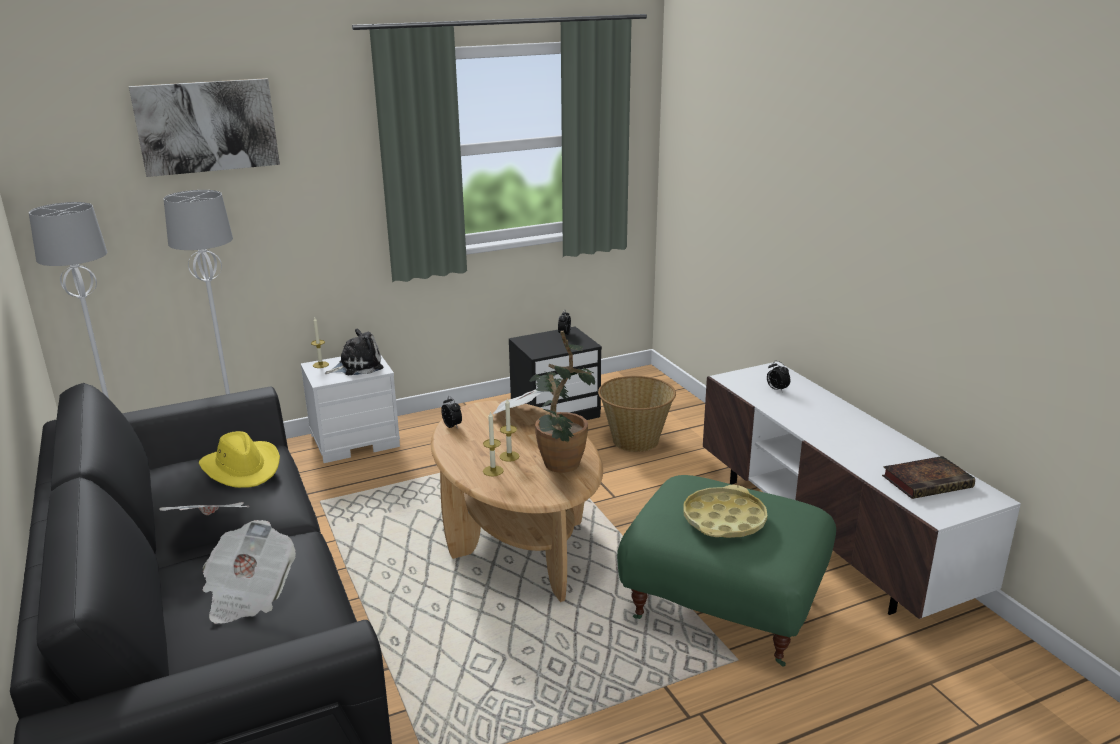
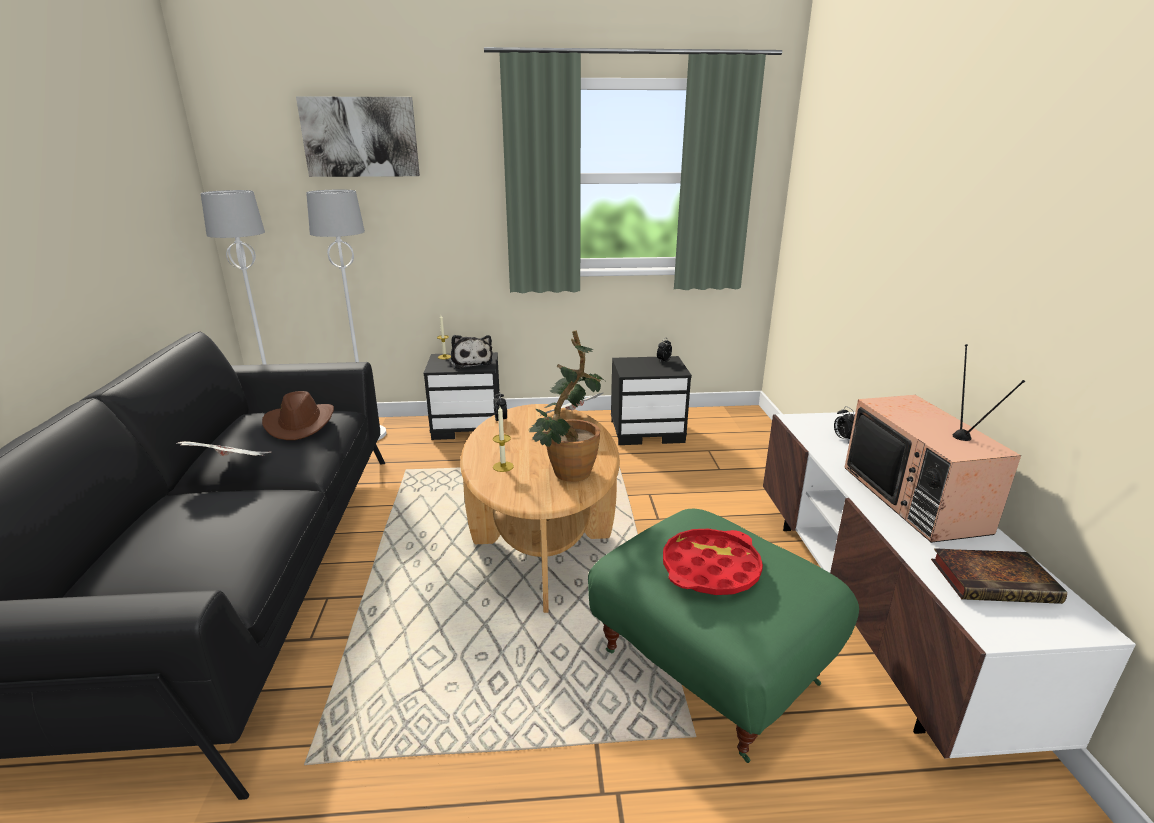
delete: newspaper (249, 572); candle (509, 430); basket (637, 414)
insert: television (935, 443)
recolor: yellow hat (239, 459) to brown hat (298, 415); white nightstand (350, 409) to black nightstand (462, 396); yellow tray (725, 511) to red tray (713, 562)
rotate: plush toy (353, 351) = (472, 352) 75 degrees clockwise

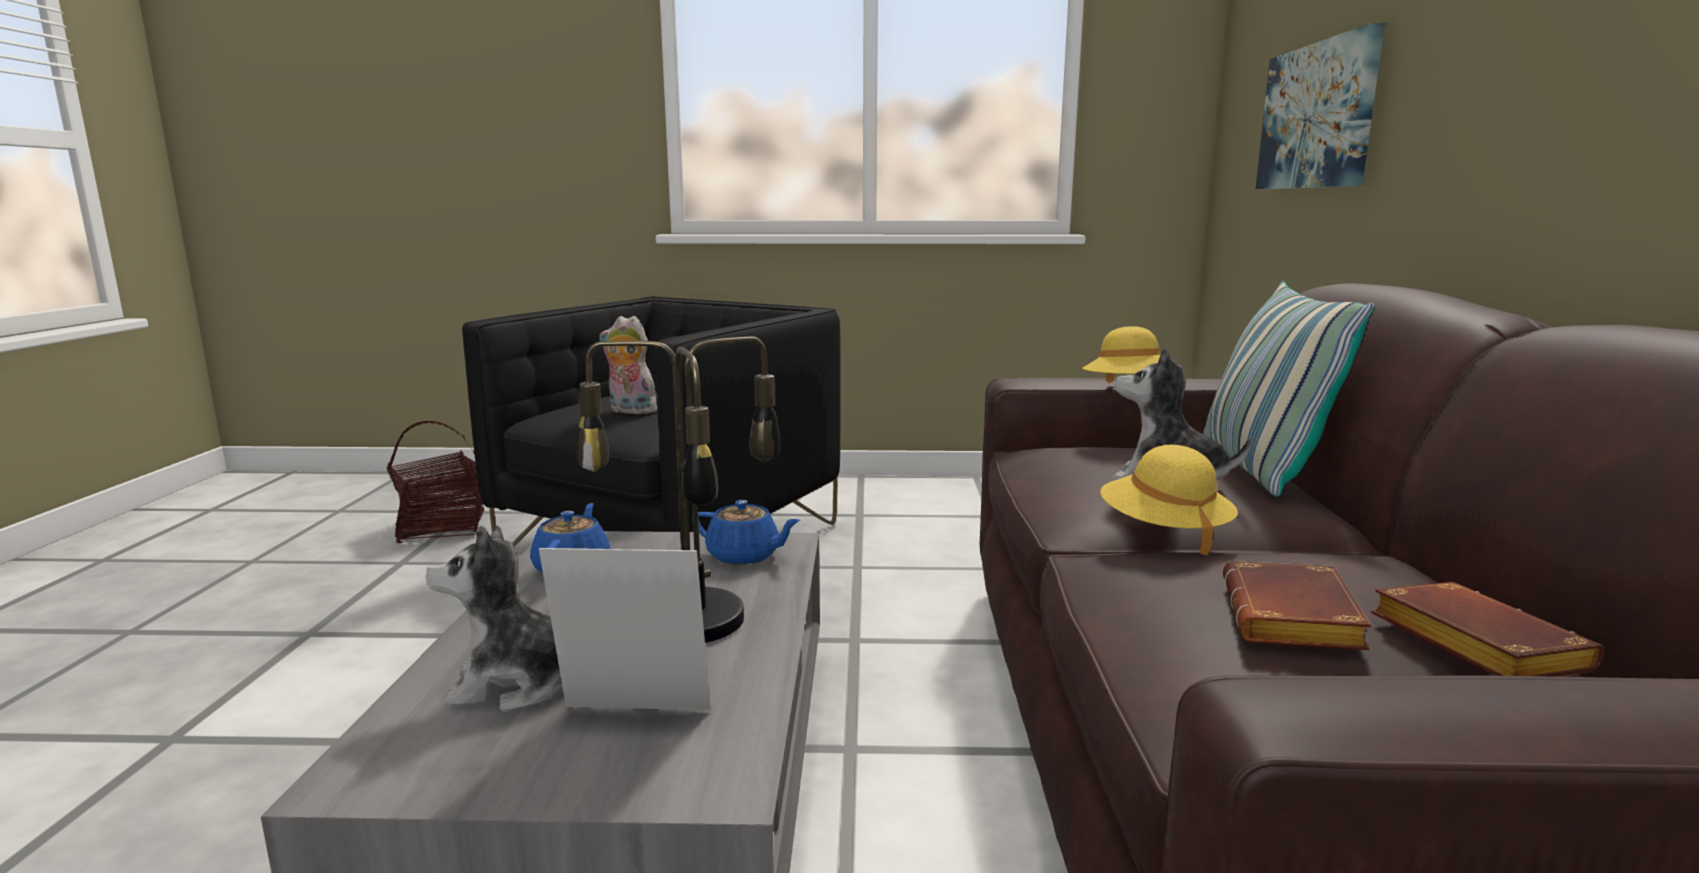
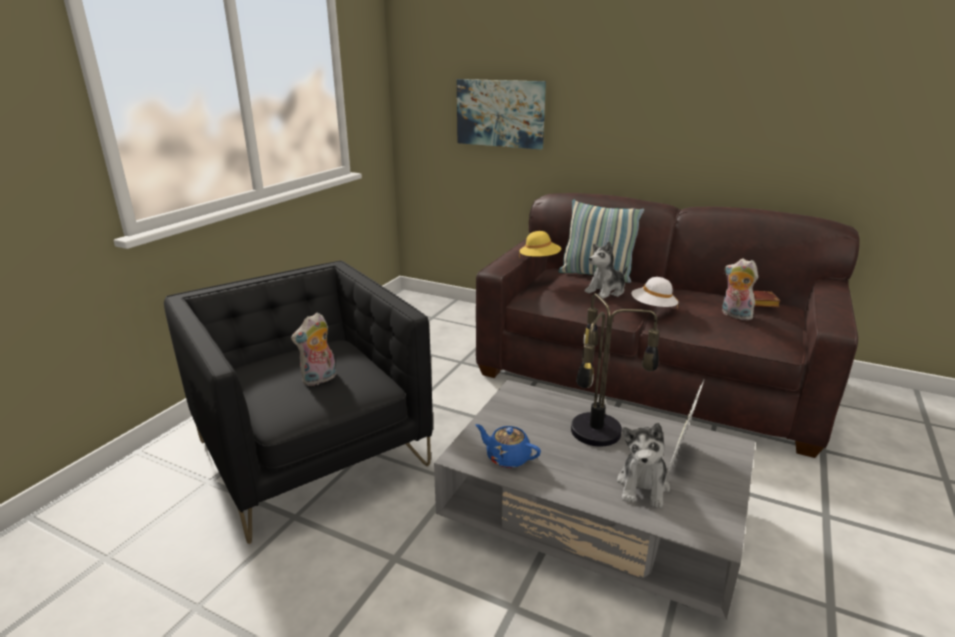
delete: basket (435, 482); blue teapot (746, 532)
replace: brown book (1297, 605) to plush toy (740, 289)
recolor: yellow hat (1169, 500) to white hat (654, 292)

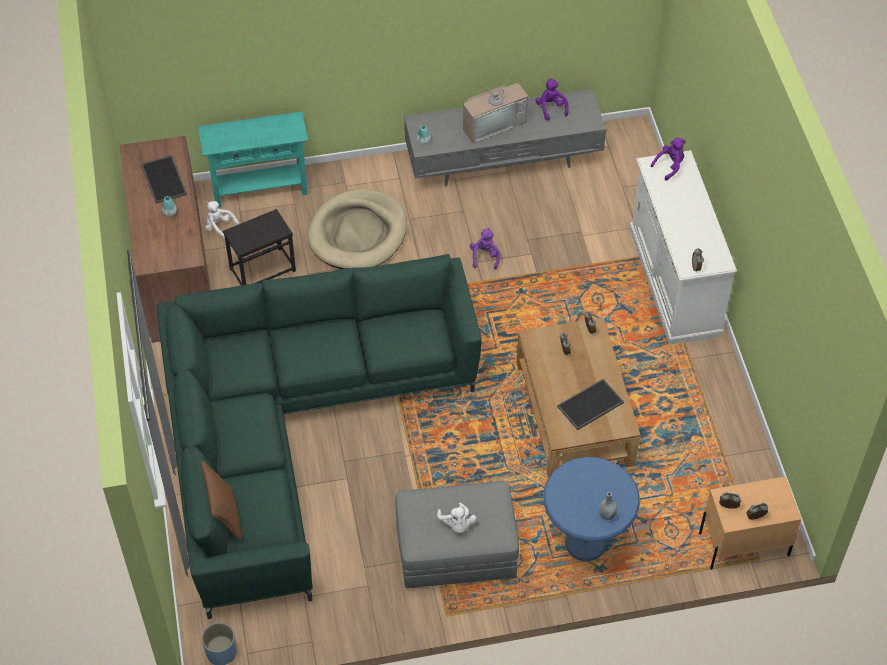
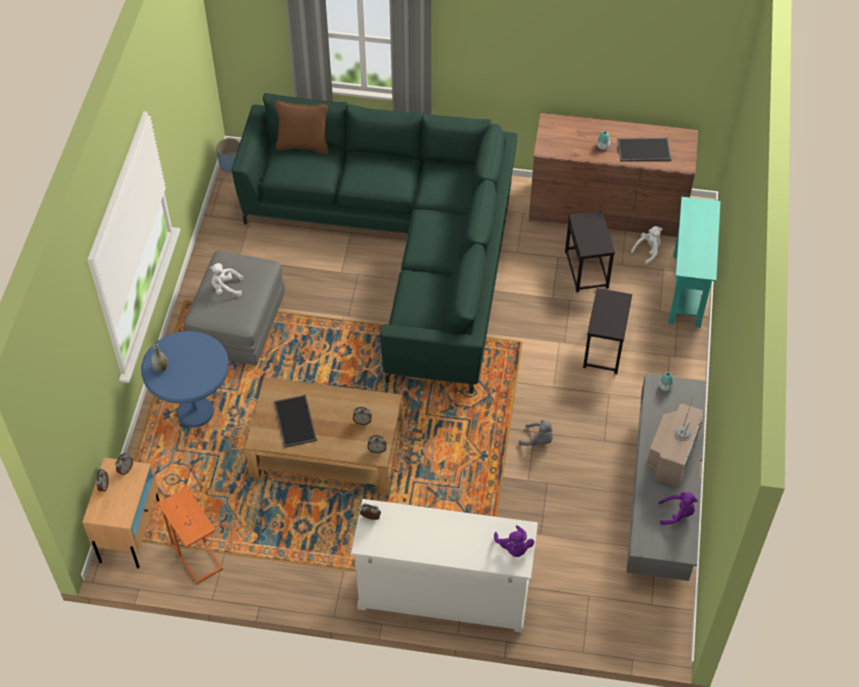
insert: orange side table (190, 535)
replace: beige dog bed (357, 229) to black side table (607, 331)
recolor: purple plush toy (485, 249) to grey plush toy (536, 433)
rotate: television (496, 107) = (675, 442) 150 degrees counterclockwise

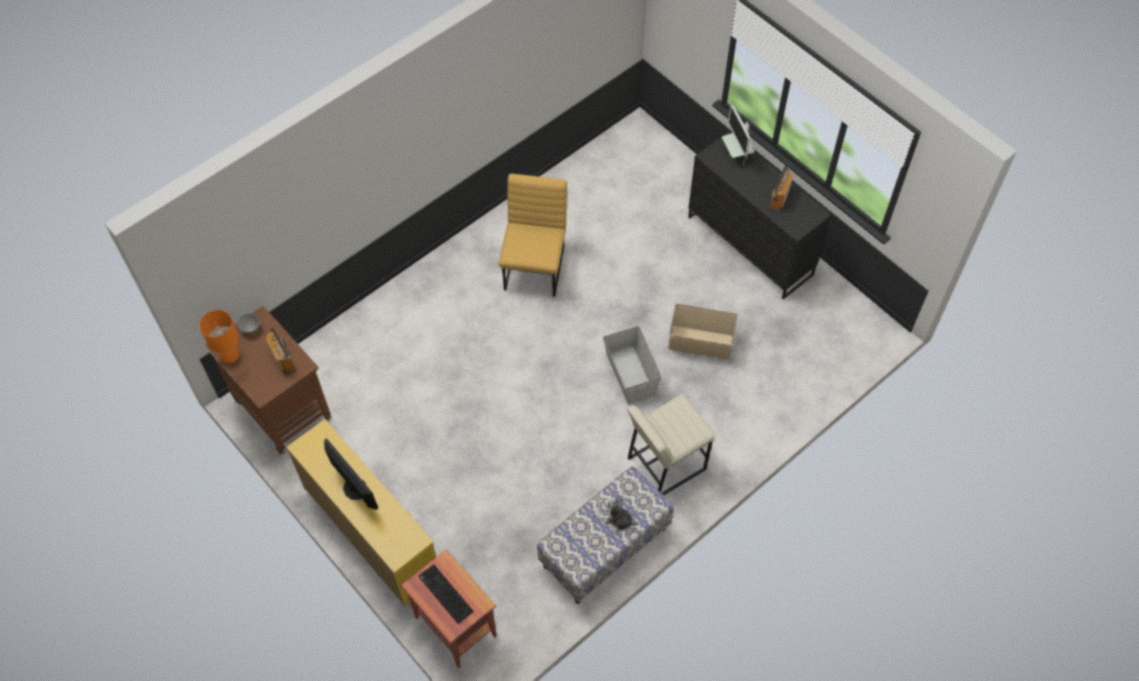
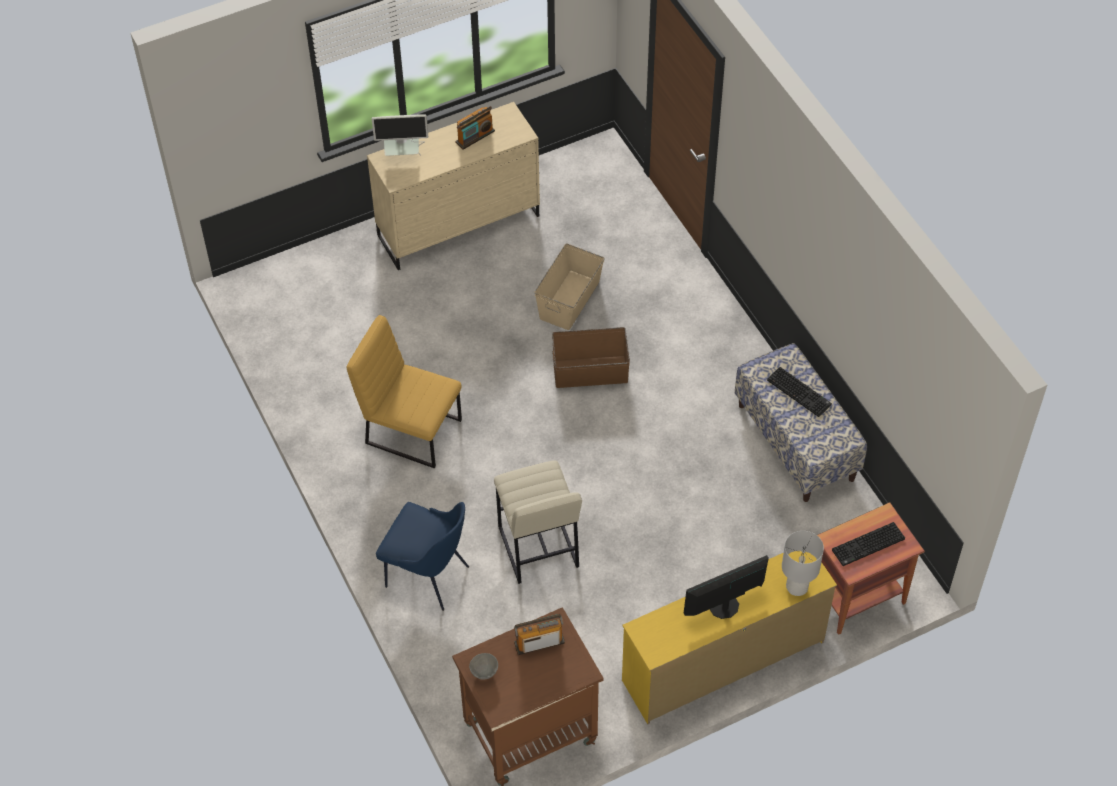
delete: orange table lamp (219, 336)
insert: blue chair (422, 556); grey table lamp (803, 563)
move: beige chair (671, 444) to (538, 522)
replace: plush toy (619, 513) to keyboard (799, 392)
recolor: black dresser (760, 215) to beige dresser (453, 186); grey storage box (632, 365) to brown storage box (591, 357)
rotate: radio (781, 189) = (475, 128) 75 degrees counterclockwise

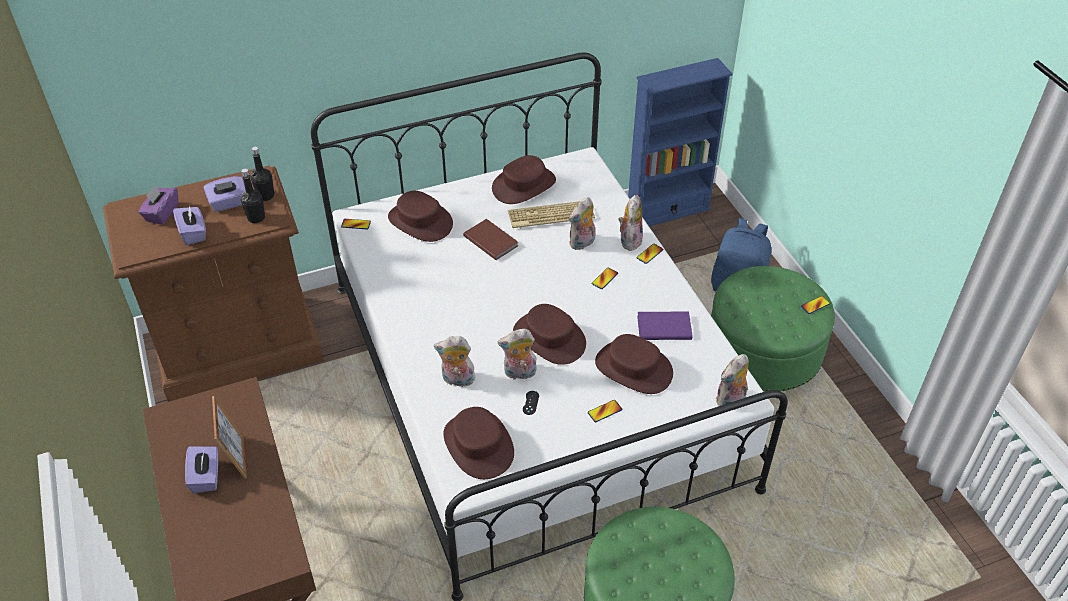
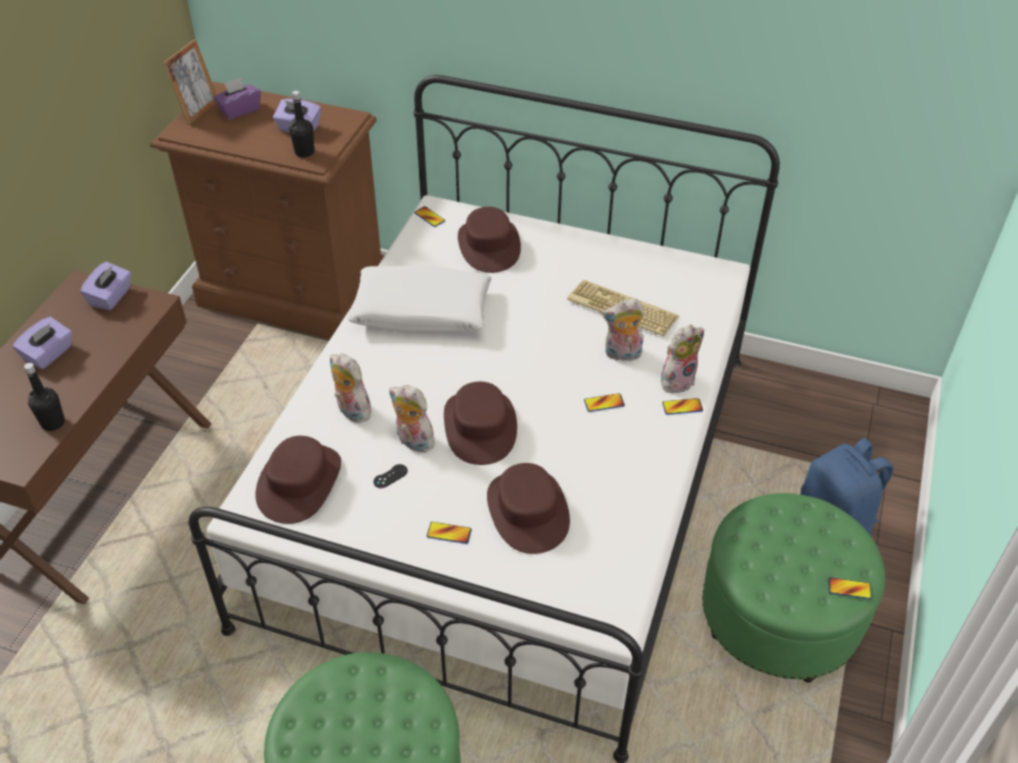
delete: brown book (490, 239); brown hat (524, 179); blue bookcase (680, 142); purple book (664, 326); plush toy (732, 380)
insert: white pillow (419, 298)
move: black bottle (263, 174) to (44, 397); purple tissue box (189, 225) to (105, 286); picture frame (229, 437) to (190, 82)

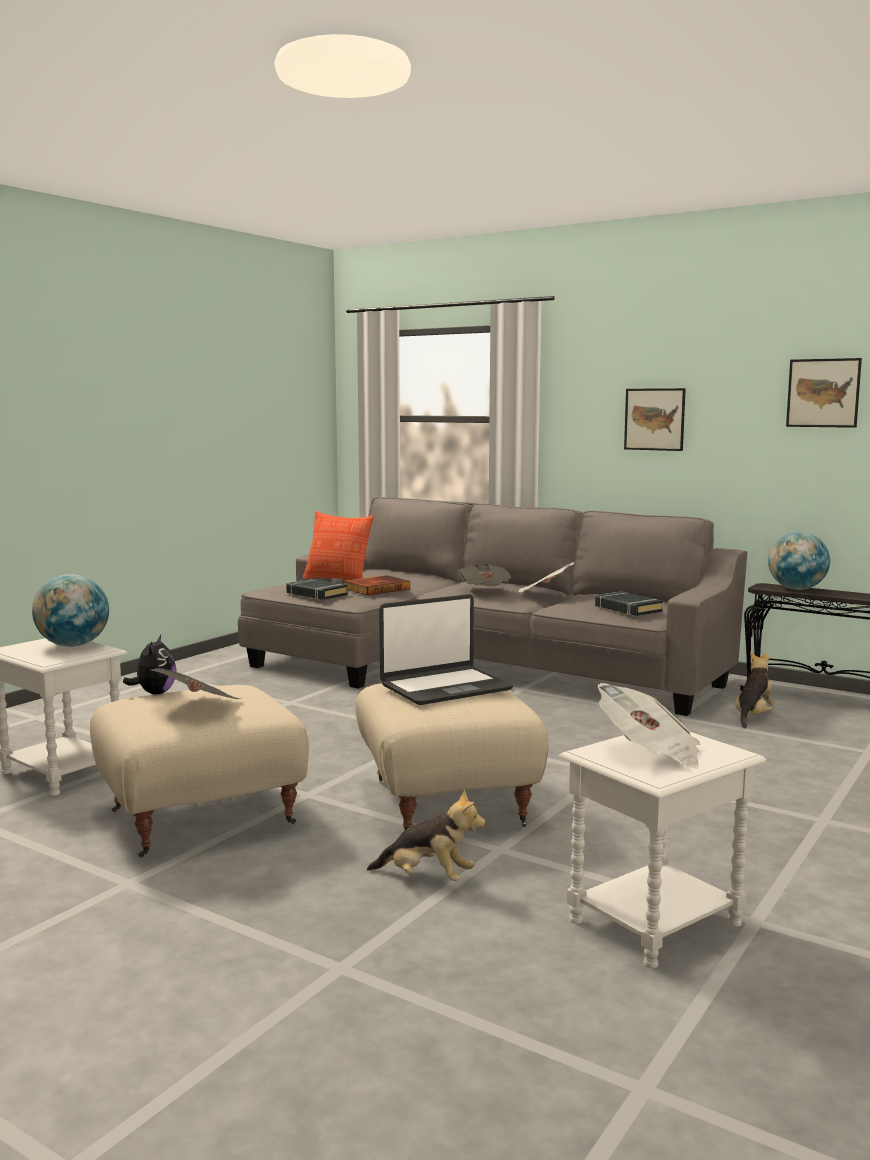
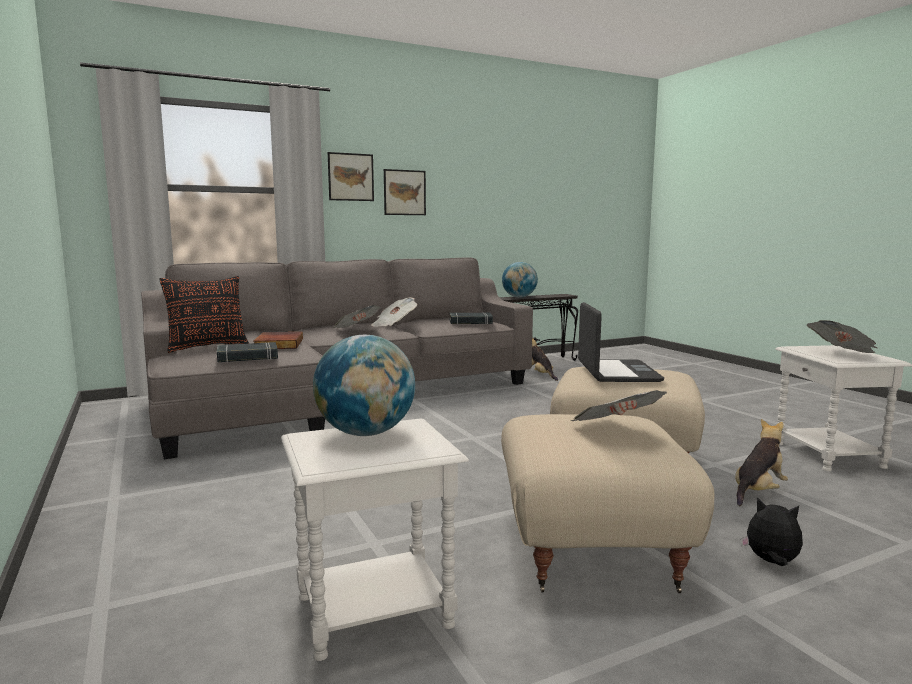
move: picture (824, 393) to (351, 176); plush toy (149, 664) to (772, 531)
recolor: orange pillow (338, 545) to black pillow (204, 314)

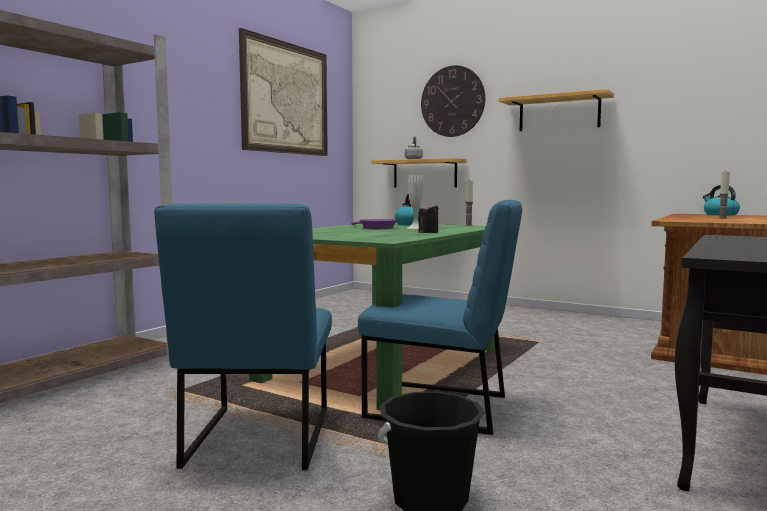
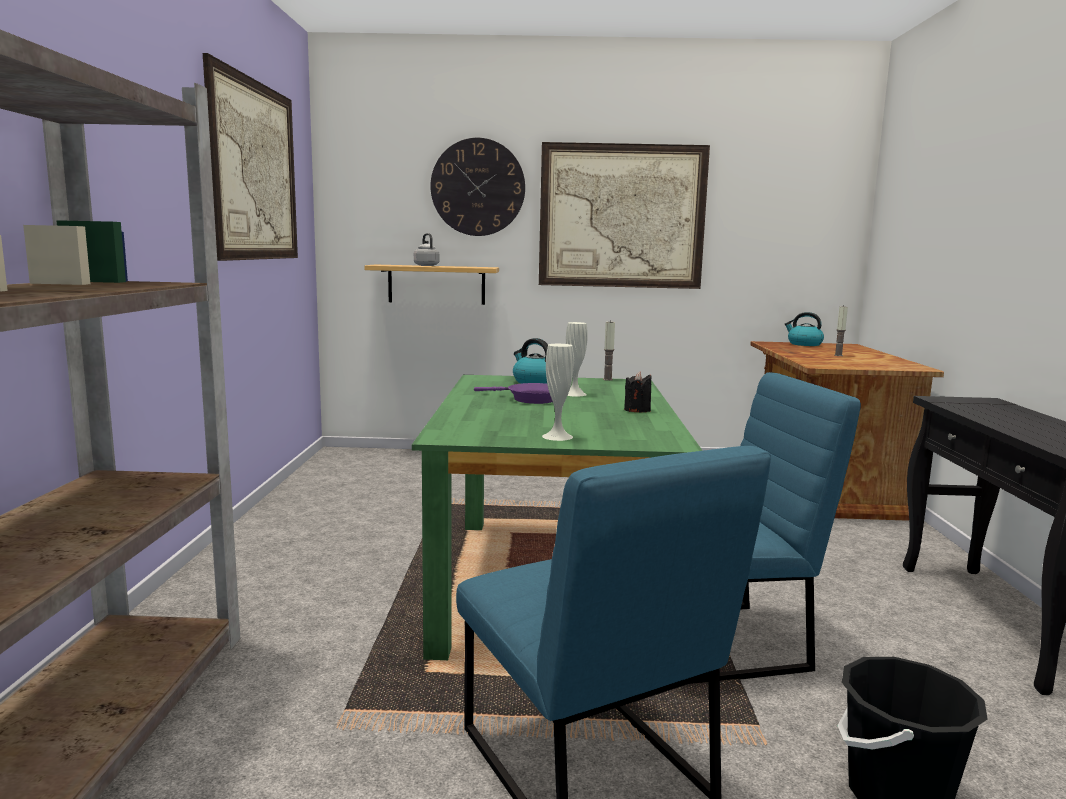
insert: white vase (558, 392)
replace: shelf (556, 110) to picture (624, 215)

